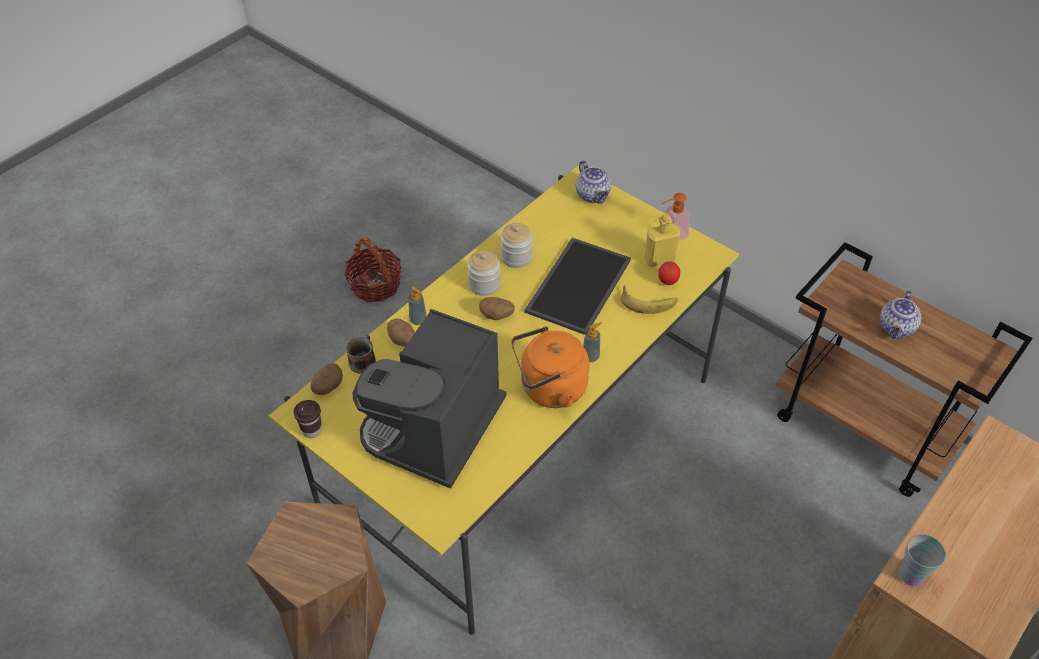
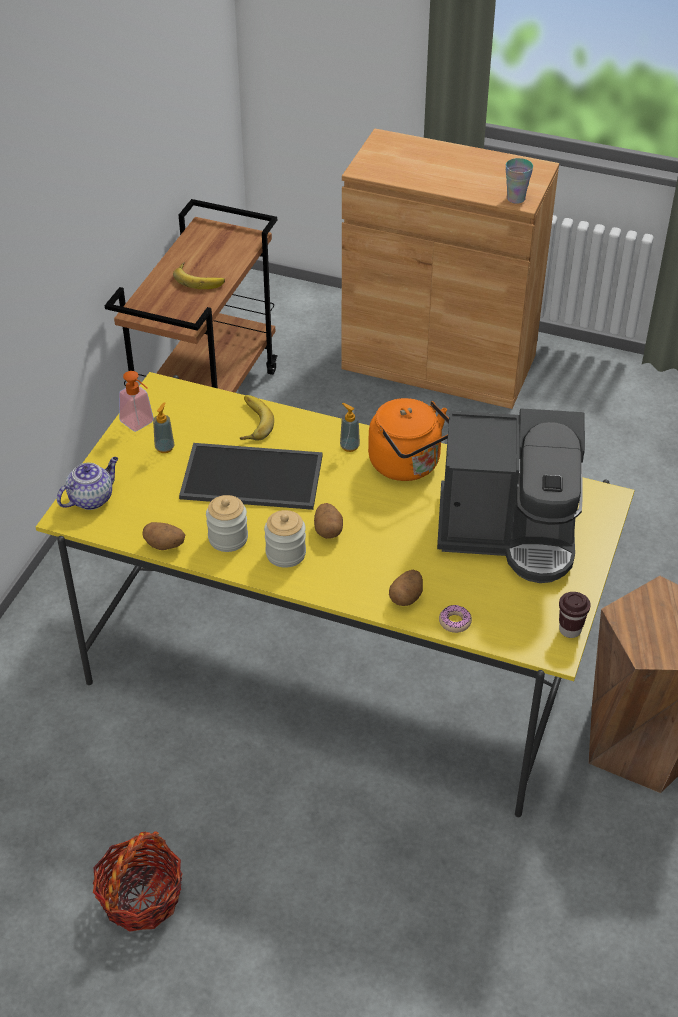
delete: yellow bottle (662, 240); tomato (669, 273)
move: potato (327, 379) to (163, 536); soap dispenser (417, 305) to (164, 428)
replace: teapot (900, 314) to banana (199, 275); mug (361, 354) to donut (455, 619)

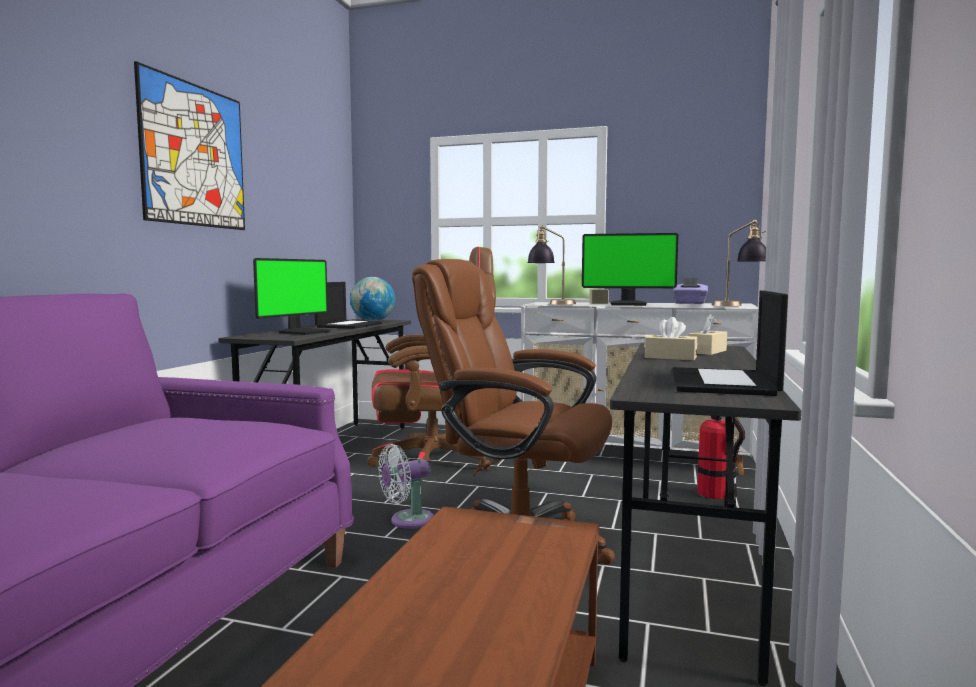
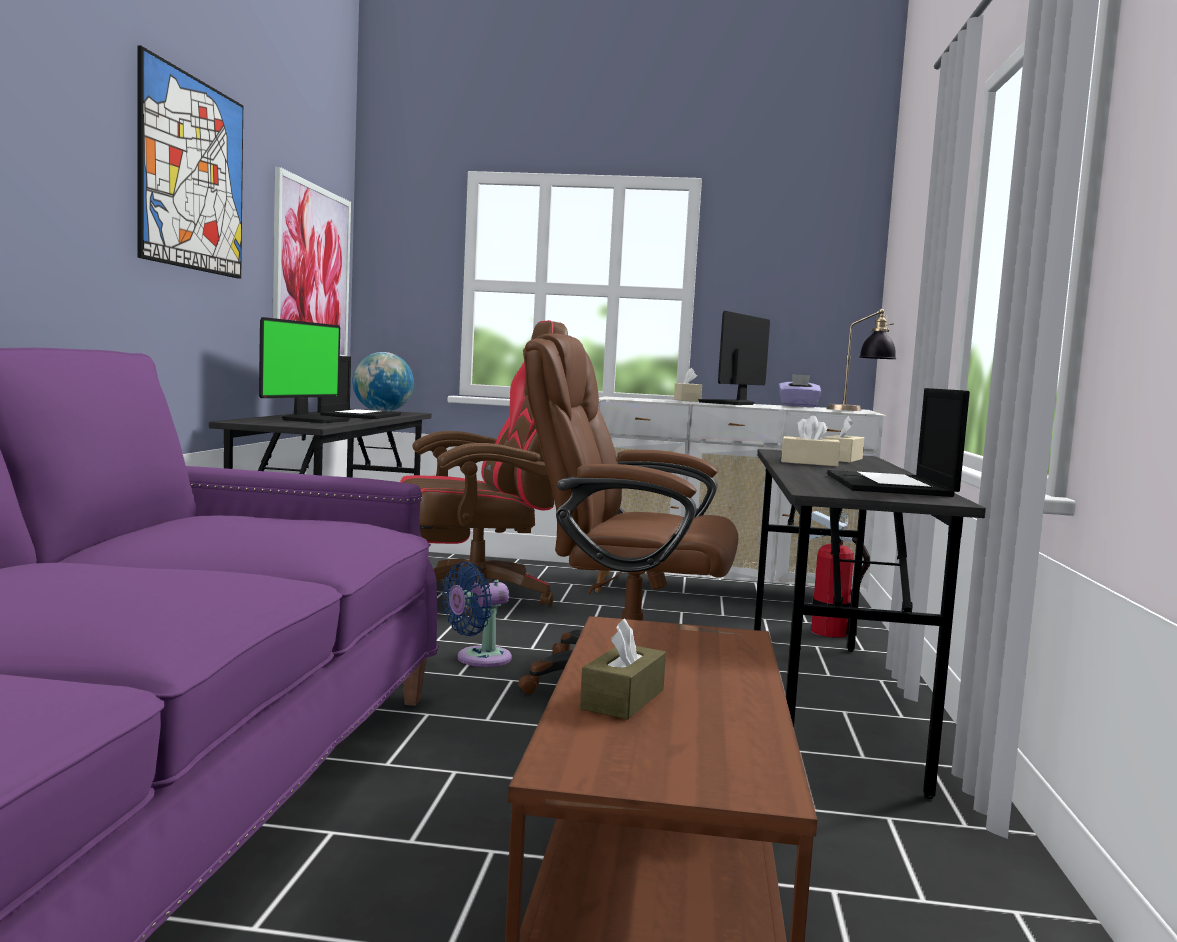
delete: table lamp (551, 265)
insert: picture (312, 261); brown tissue box (623, 669)
recolor: white fan (406, 486) to blue fan (477, 614)
rotate: monitor (630, 269) = (734, 358) 120 degrees clockwise

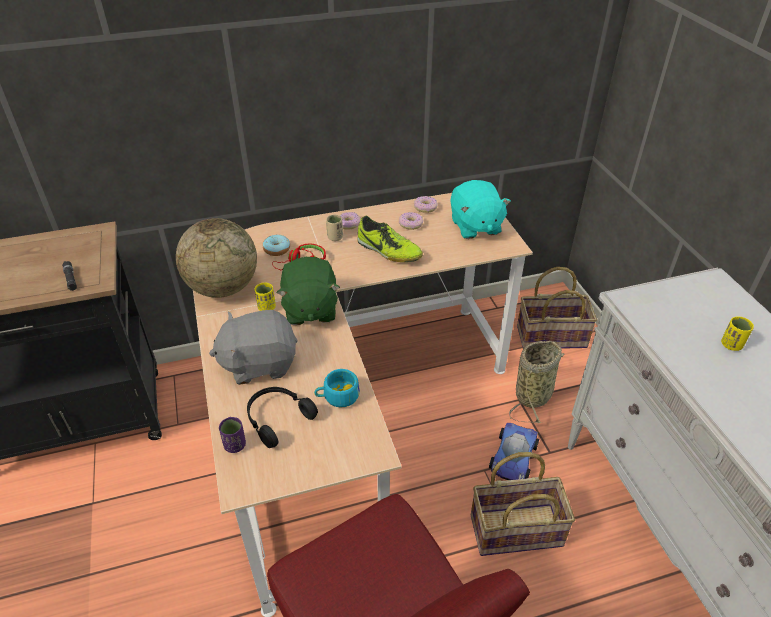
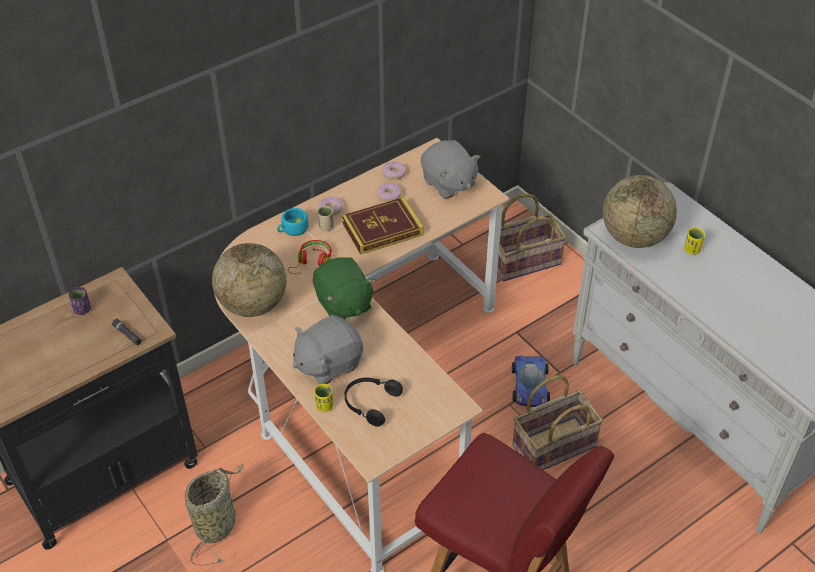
delete: donut (276, 245)
insert: globe (640, 211)
move: purple cup (232, 435) to (80, 301); basket (536, 382) to (214, 515); turquoise cup (337, 388) to (293, 222); yellow cup (265, 297) to (323, 398)
replace: shoe (390, 239) to book (383, 226)
recolor: turquoise plush toy (480, 209) to grey plush toy (450, 169)

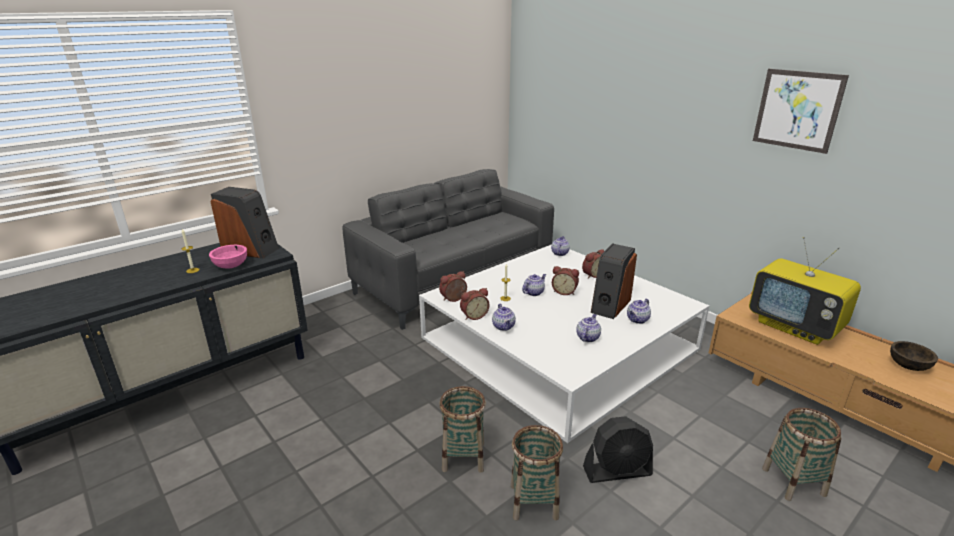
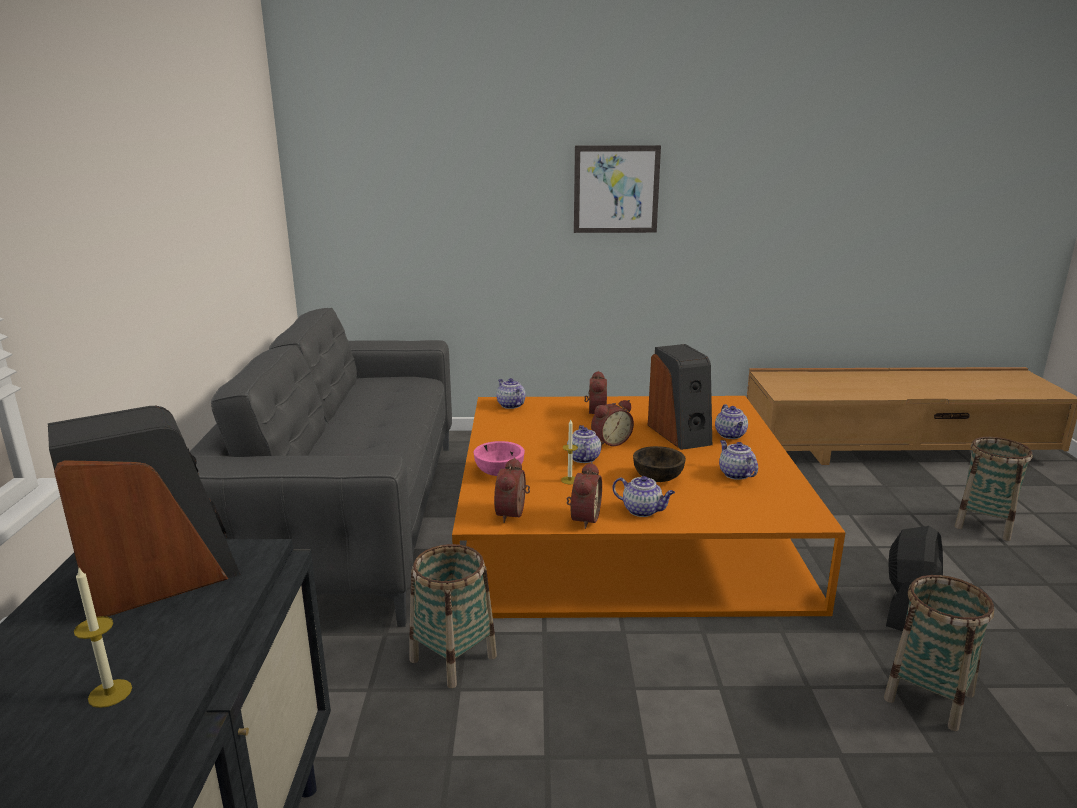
delete: television (805, 291)
move: basket (462, 429) to (453, 616); pink bowl (228, 257) to (499, 458); picture (801, 111) to (617, 189); brown bowl (914, 356) to (659, 464)
recolor: white coffee table (564, 343) to orange coffee table (649, 507)

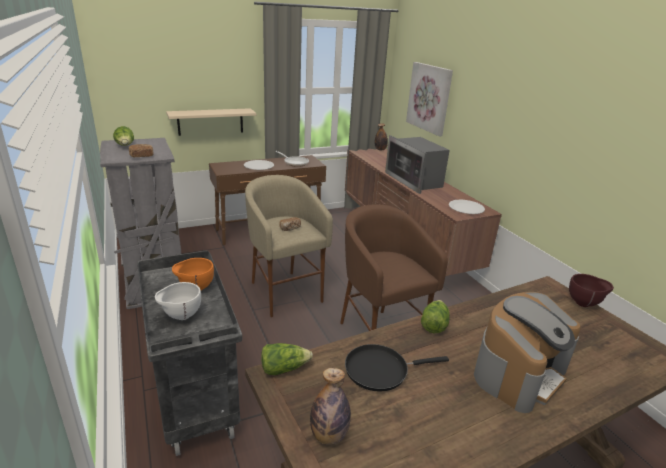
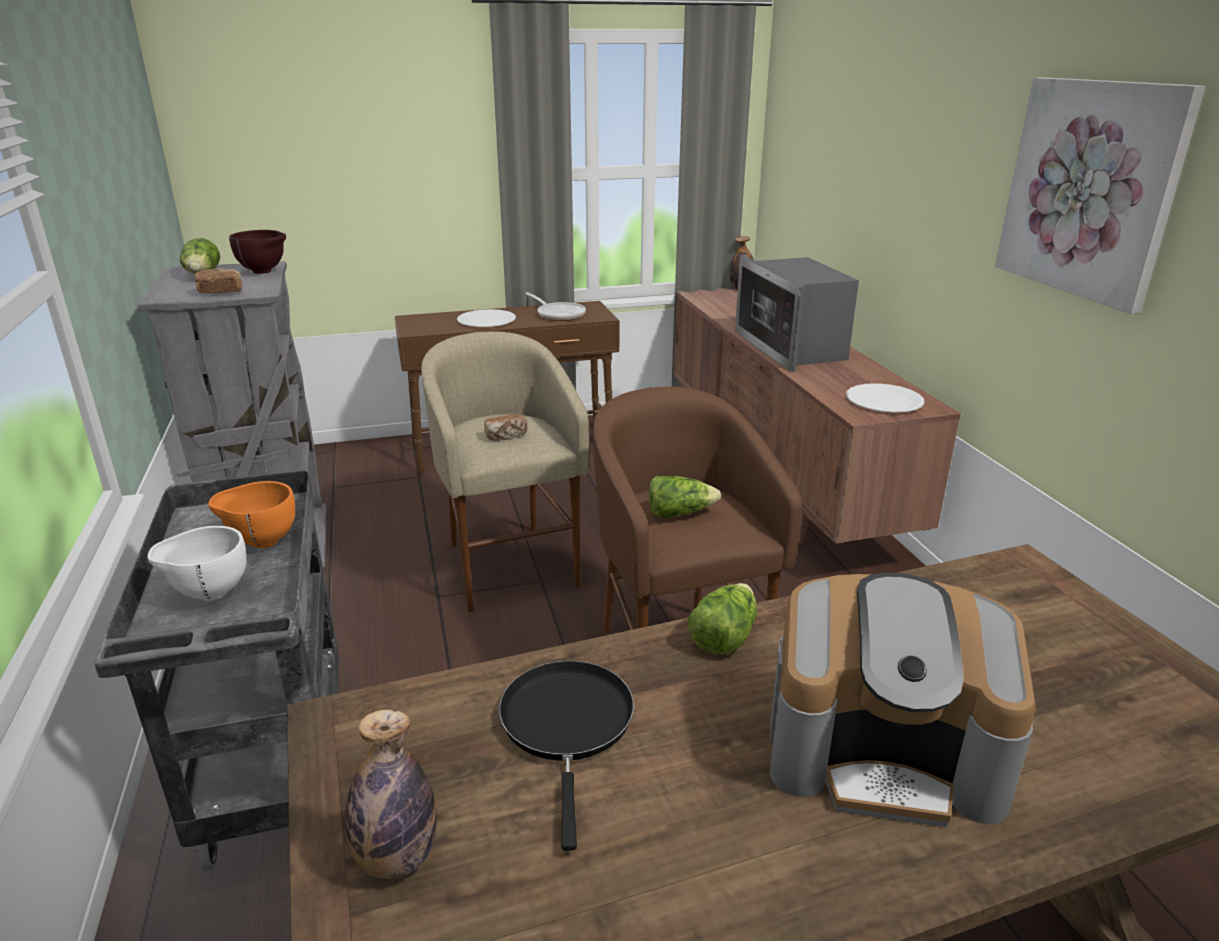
delete: beige shelf (211, 122)
move: brown bowl (591, 290) to (257, 252); lettuce (287, 359) to (685, 497); picture (429, 99) to (1100, 195)
rotate: black frying pan (397, 368) = (566, 756) 90 degrees clockwise; coffee machine (527, 352) = (903, 700) 45 degrees clockwise

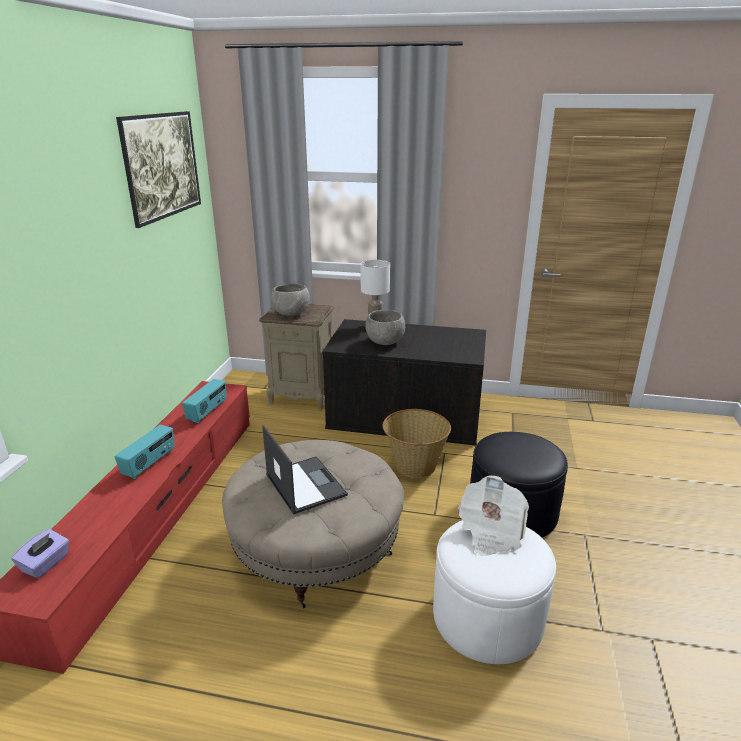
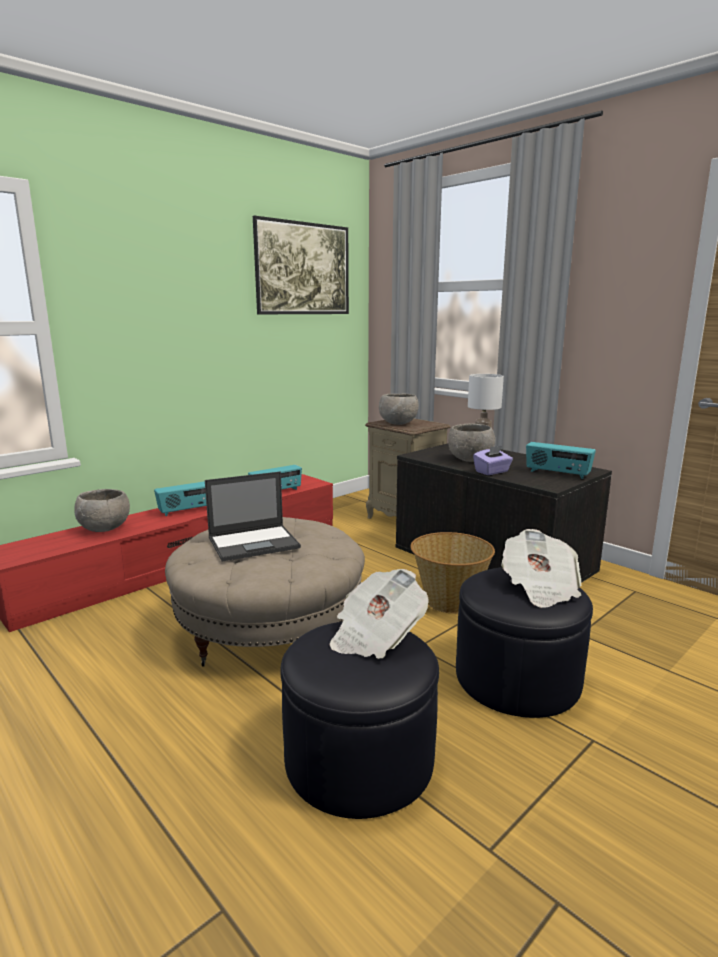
insert: grey bowl (102, 510); newspaper (541, 568); radio (561, 460)
move: purple tissue box (40, 553) to (493, 460)
recolor: white ottoman (494, 592) to black ottoman (359, 720)
rotate: laptop (305, 470) = (253, 516) 60 degrees clockwise

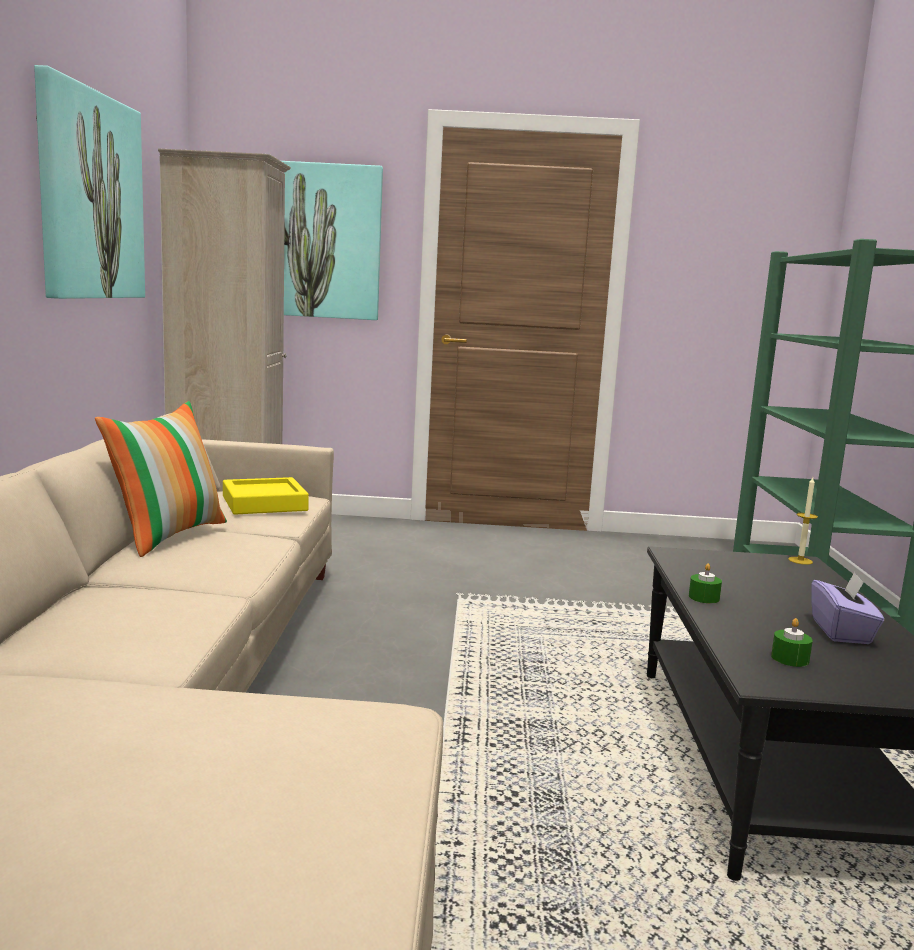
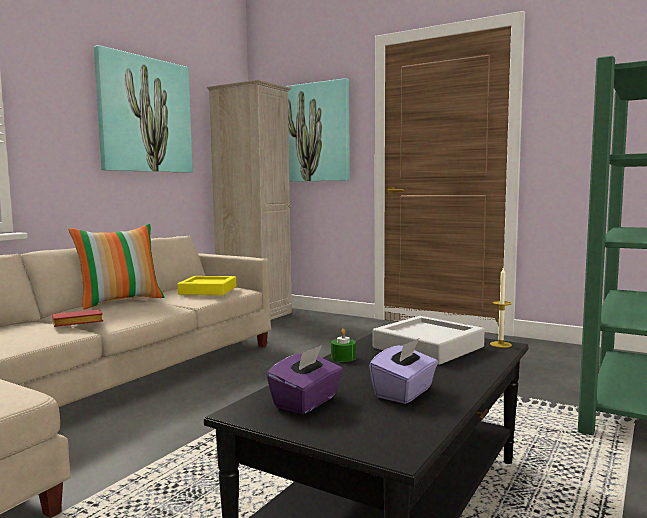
insert: red book (77, 318); grey tray (429, 340)
replace: green candle (792, 642) to purple tissue box (305, 379)

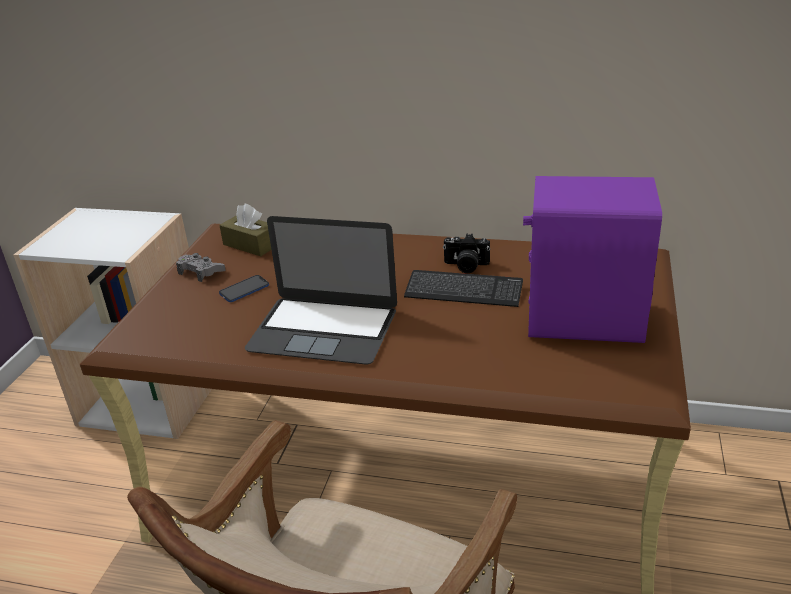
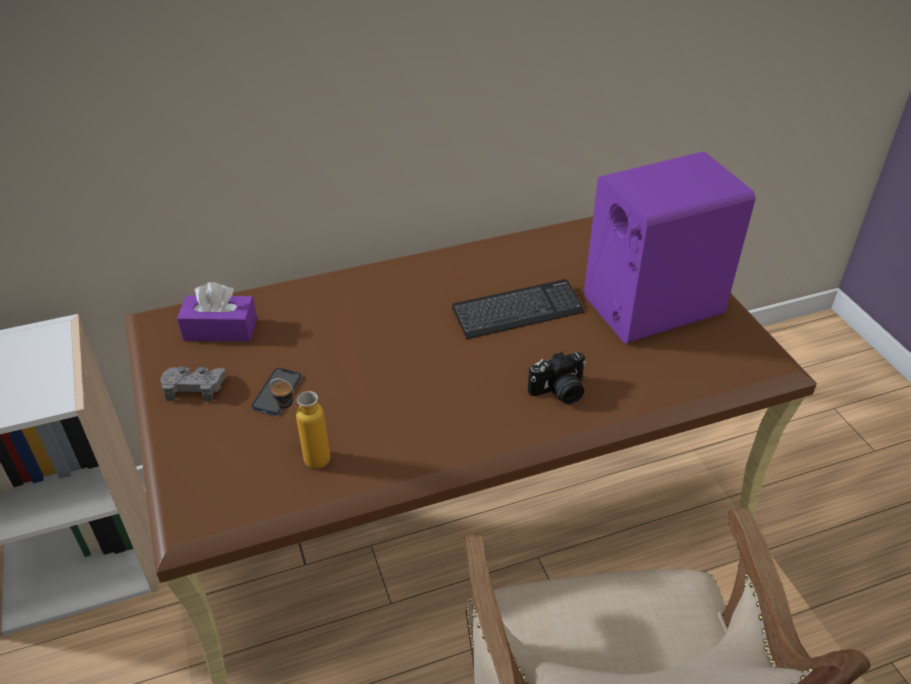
delete: laptop (321, 290)
insert: bottle (300, 423)
move: photo camera (466, 253) to (557, 378)
recolor: brown tissue box (245, 230) to purple tissue box (217, 311)

